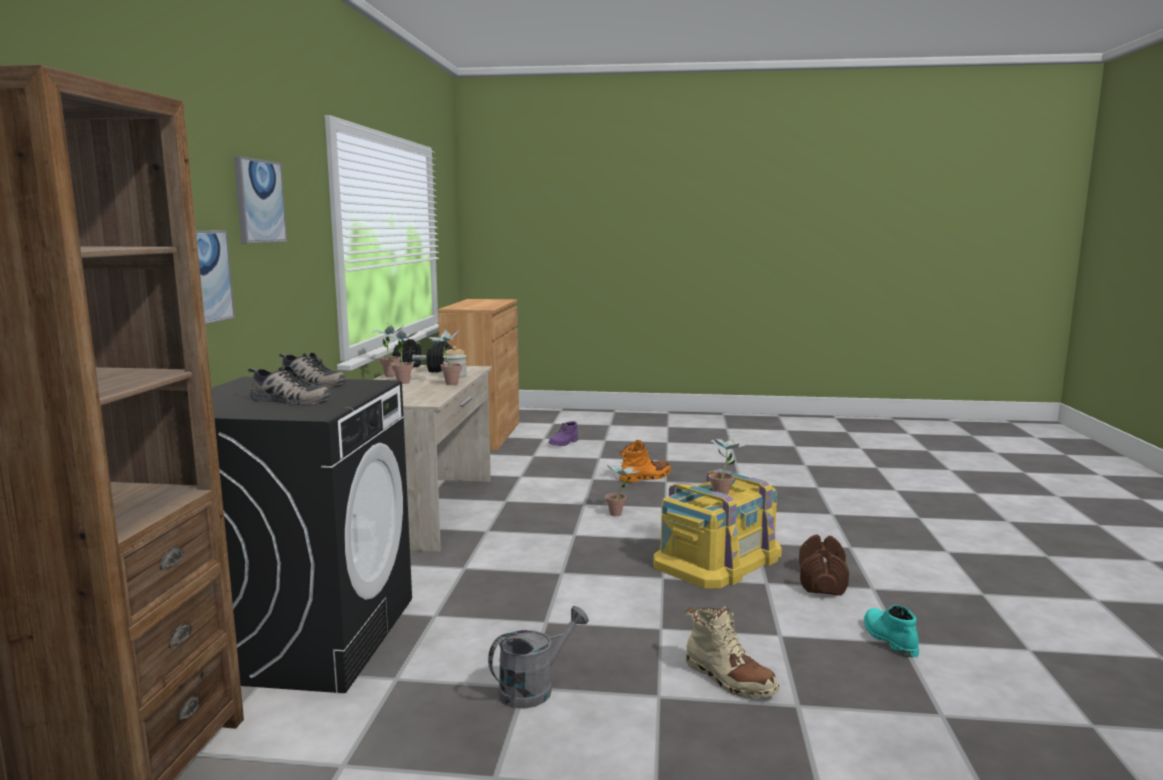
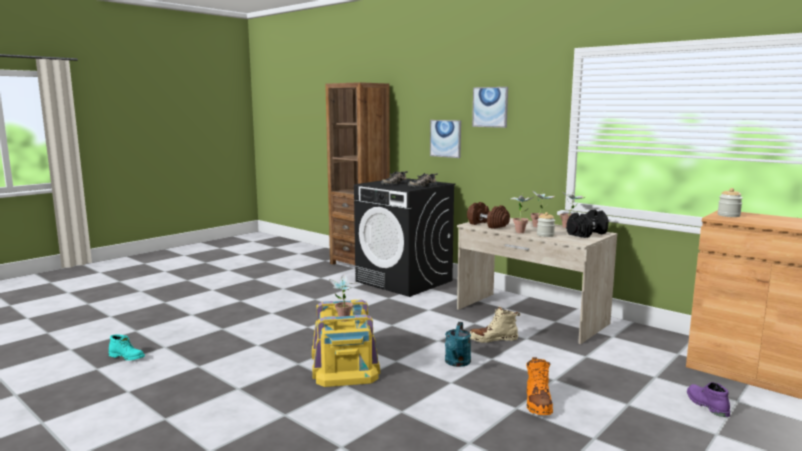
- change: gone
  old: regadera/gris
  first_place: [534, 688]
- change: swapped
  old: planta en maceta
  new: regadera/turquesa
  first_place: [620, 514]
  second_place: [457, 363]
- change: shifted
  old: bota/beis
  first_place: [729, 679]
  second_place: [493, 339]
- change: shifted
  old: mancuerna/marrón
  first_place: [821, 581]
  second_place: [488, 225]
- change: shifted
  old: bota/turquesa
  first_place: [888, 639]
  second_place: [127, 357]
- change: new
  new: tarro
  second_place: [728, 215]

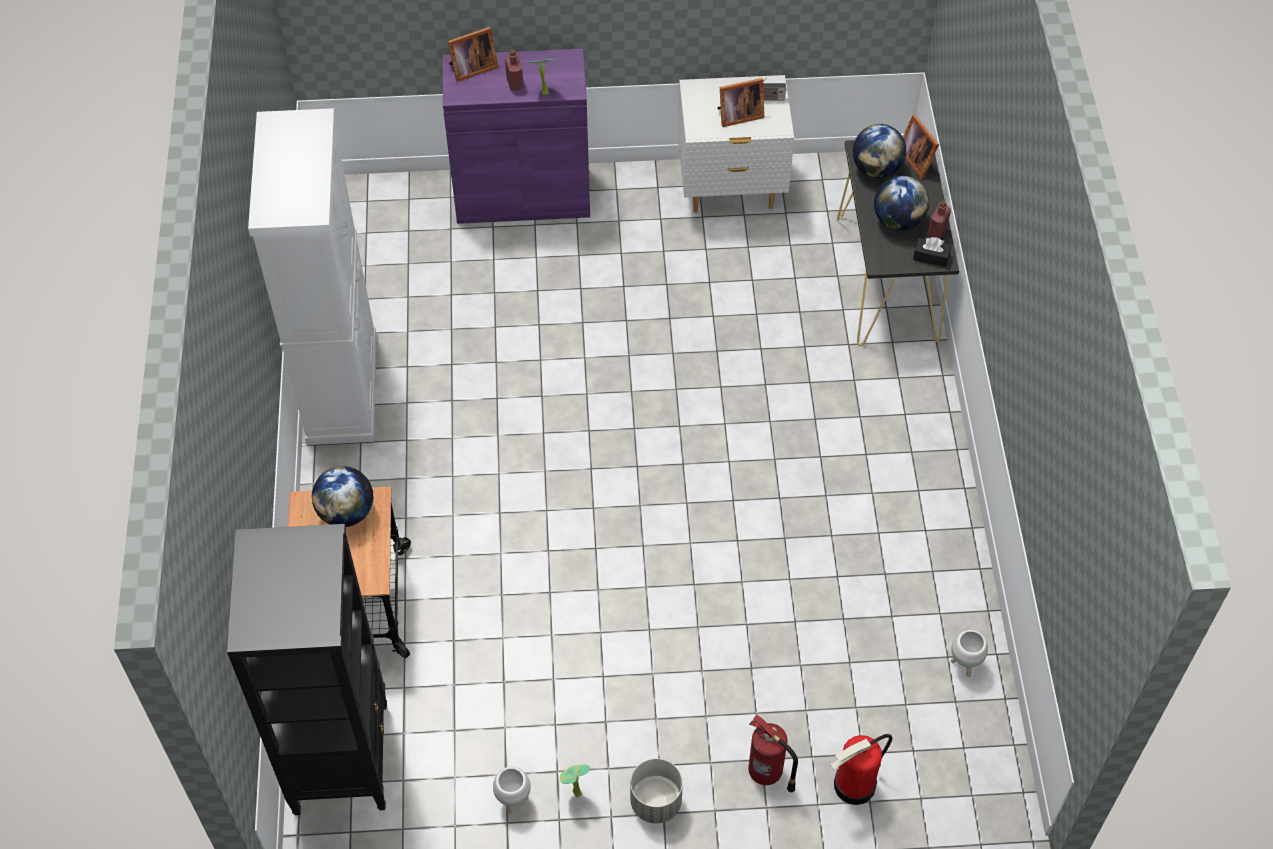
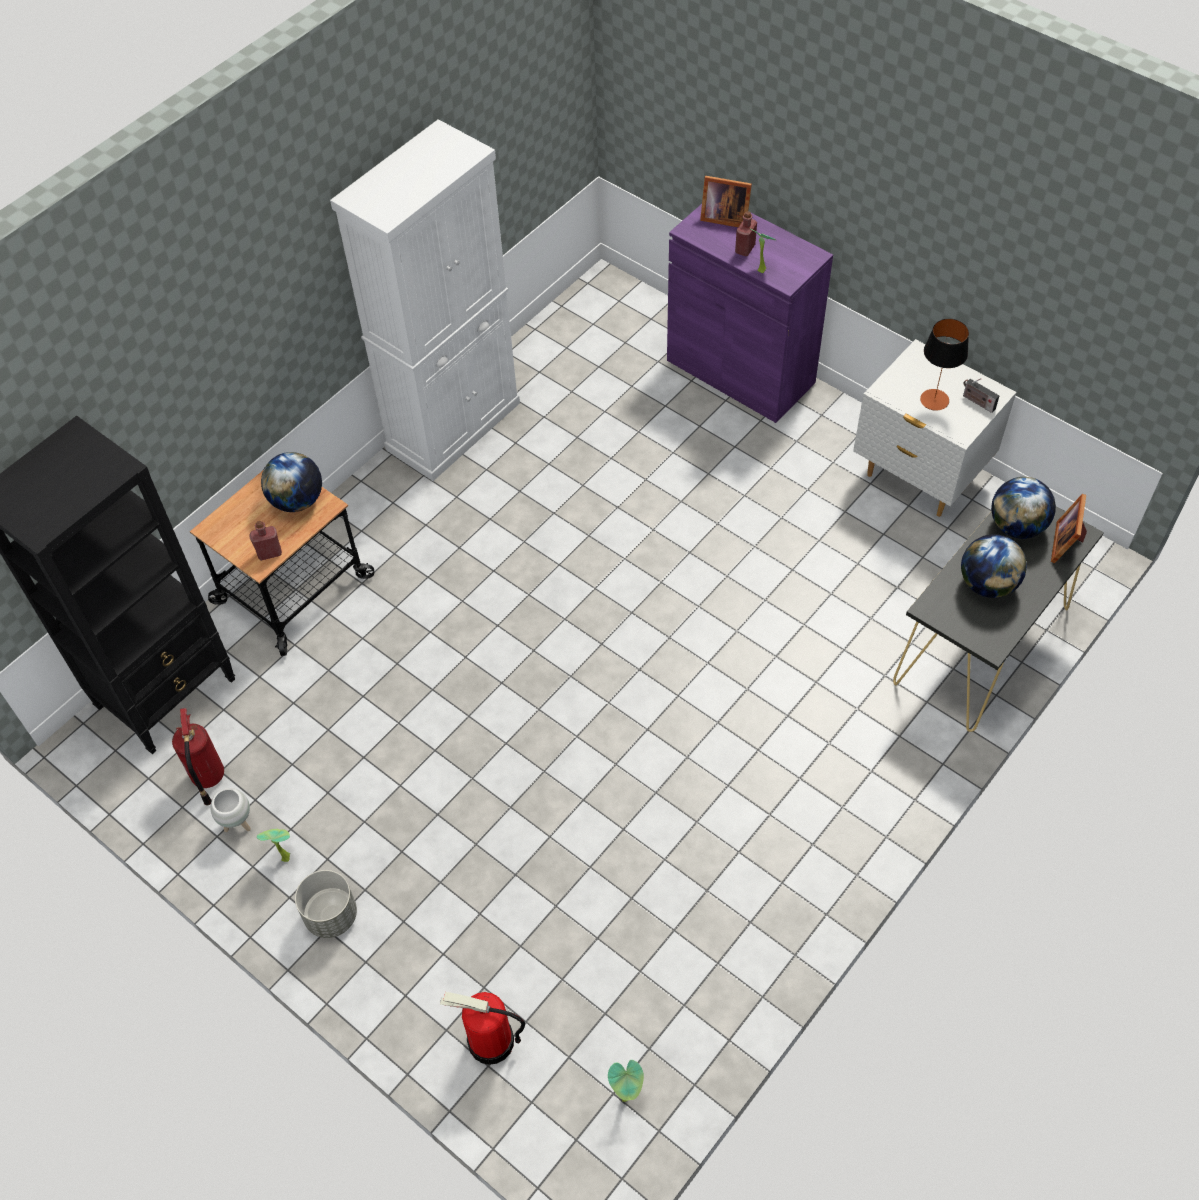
- change: swapped
  old: portarretratos
  new: lámpara de mesa
  first_place: [738, 115]
  second_place: [934, 400]
- change: shifted
  old: extintor
  first_place: [767, 773]
  second_place: [208, 778]
- change: gone
  old: caja de pañuelos/negro
  first_place: [931, 257]
- change: shifted
  old: botella/rojo
  first_place: [936, 232]
  second_place: [269, 553]
- change: gone
  old: maceta/blanco
  first_place: [964, 664]
- change: new
  new: planta en maceta
  second_place: [627, 1096]

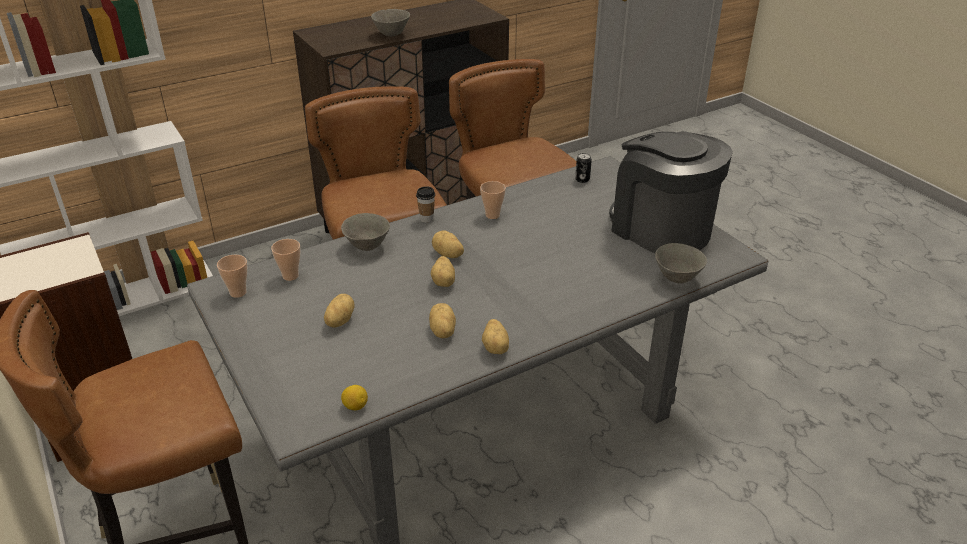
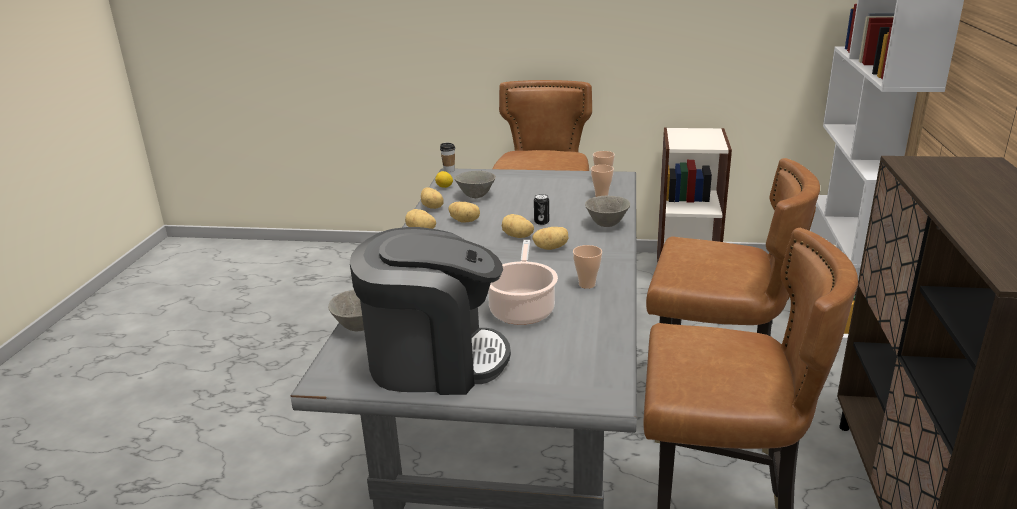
- change: shifted
  old: patata
  first_place: [339, 321]
  second_place: [432, 207]
- change: shifted
  old: cuenco/gris
  first_place: [391, 35]
  second_place: [476, 196]
- change: shifted
  old: taza
  first_place: [426, 219]
  second_place: [449, 170]
- change: shifted
  old: lata
  first_place: [582, 179]
  second_place: [541, 222]
- change: new
  new: olla
  second_place: [522, 309]

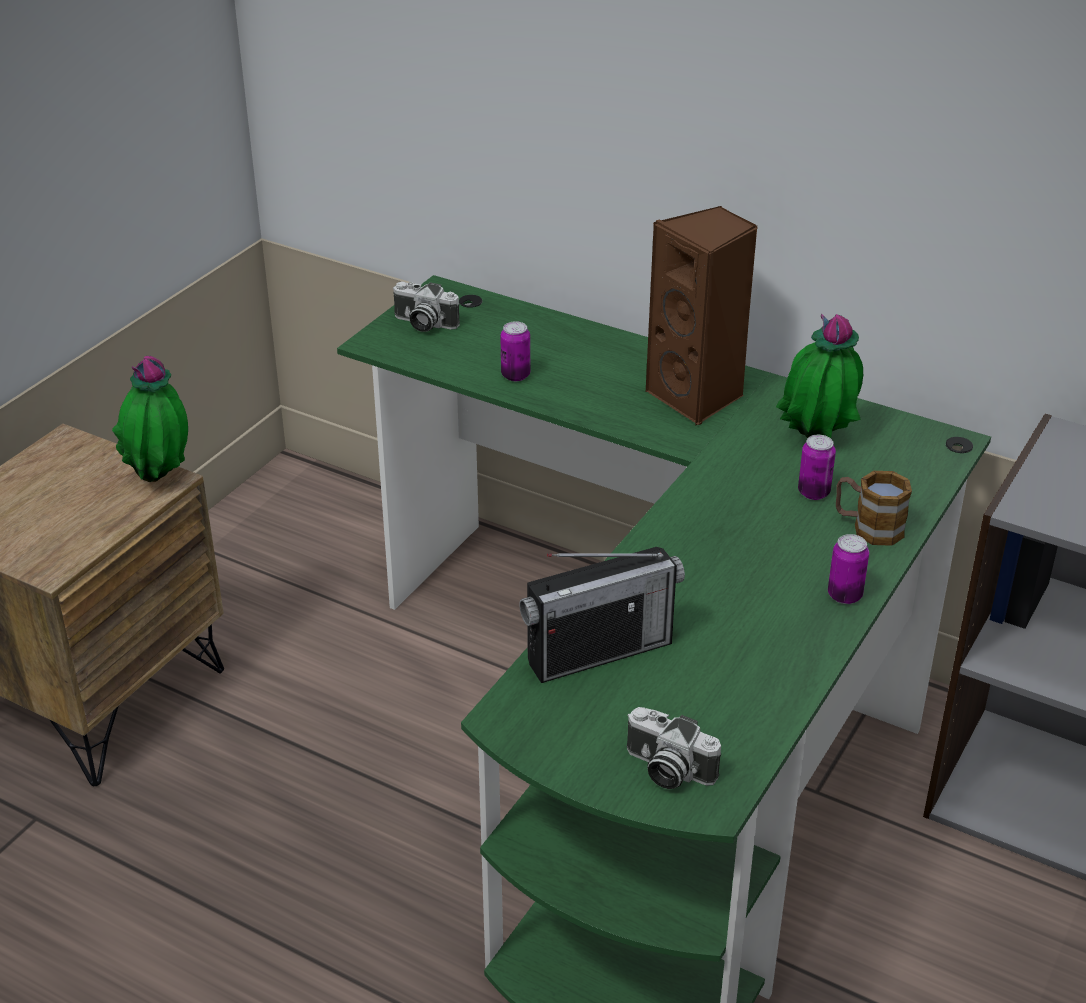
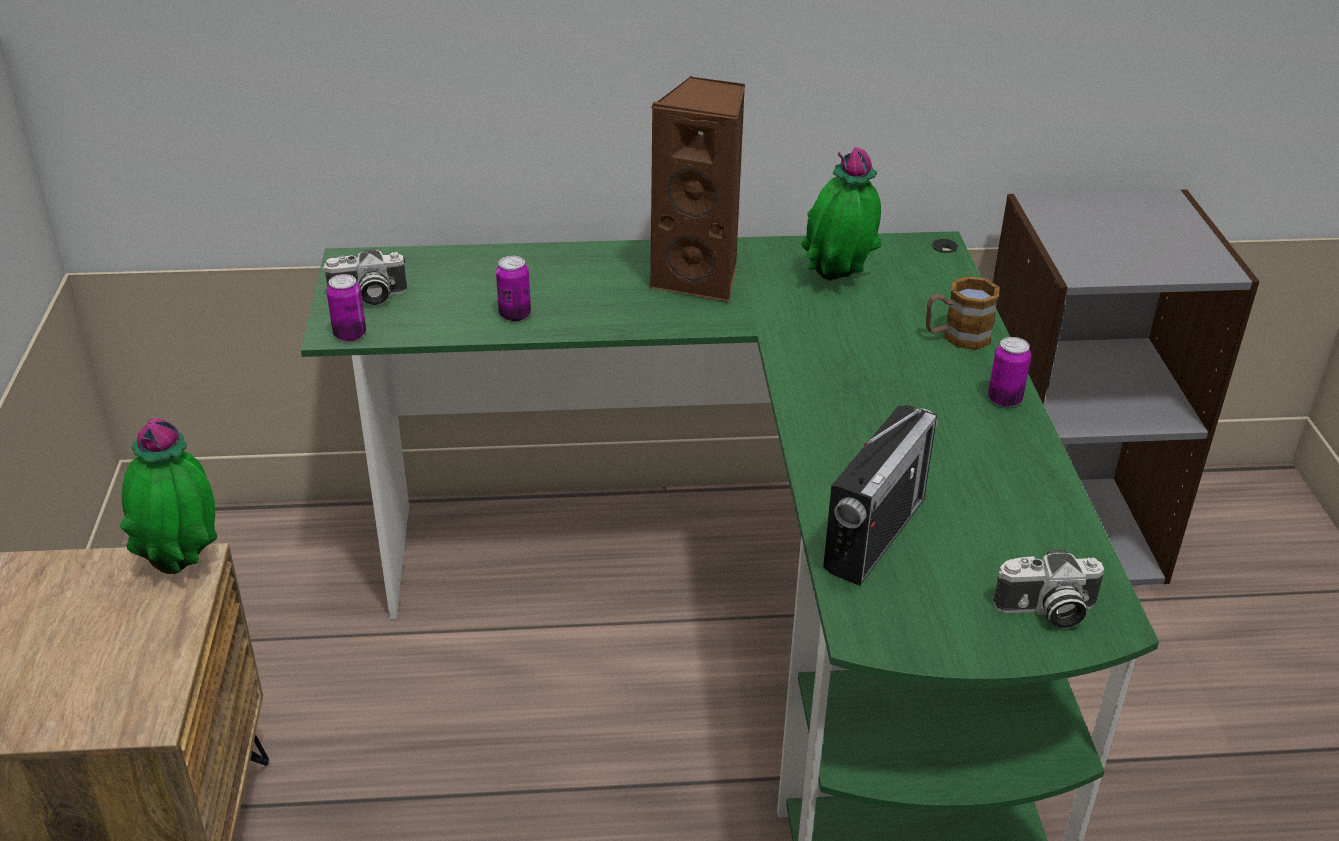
- change: shifted
  old: lata
  first_place: [813, 492]
  second_place: [350, 334]

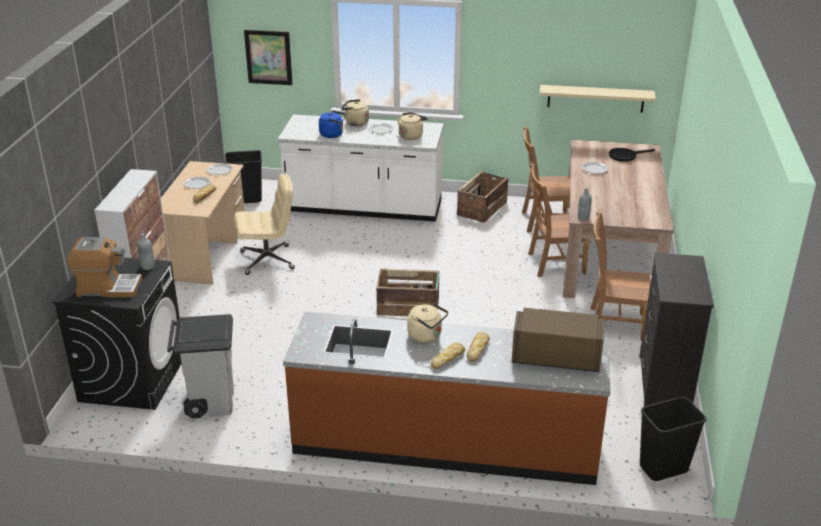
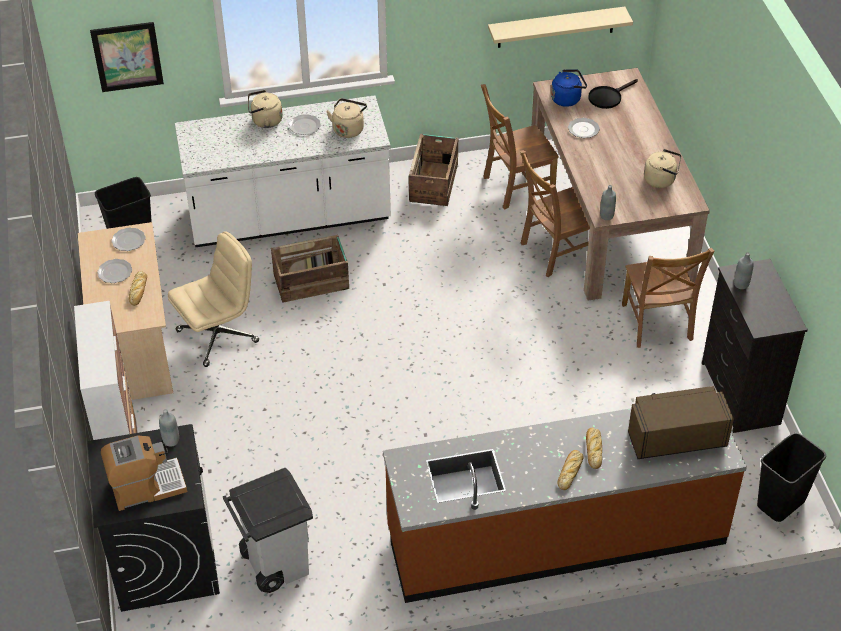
- change: shifted
  old: hervidor/azul
  first_place: [333, 134]
  second_place: [567, 99]
- change: shifted
  old: caja de embalaje
  first_place: [409, 307]
  second_place: [312, 282]
- change: shifted
  old: hervidor/beis
  first_place: [426, 336]
  second_place: [661, 180]
- change: rotated
  old: silla/marrón
  first_place: [613, 323]
  second_place: [657, 324]
  degrees: -90
- change: new
  new: botella/gris
  second_place: [741, 284]

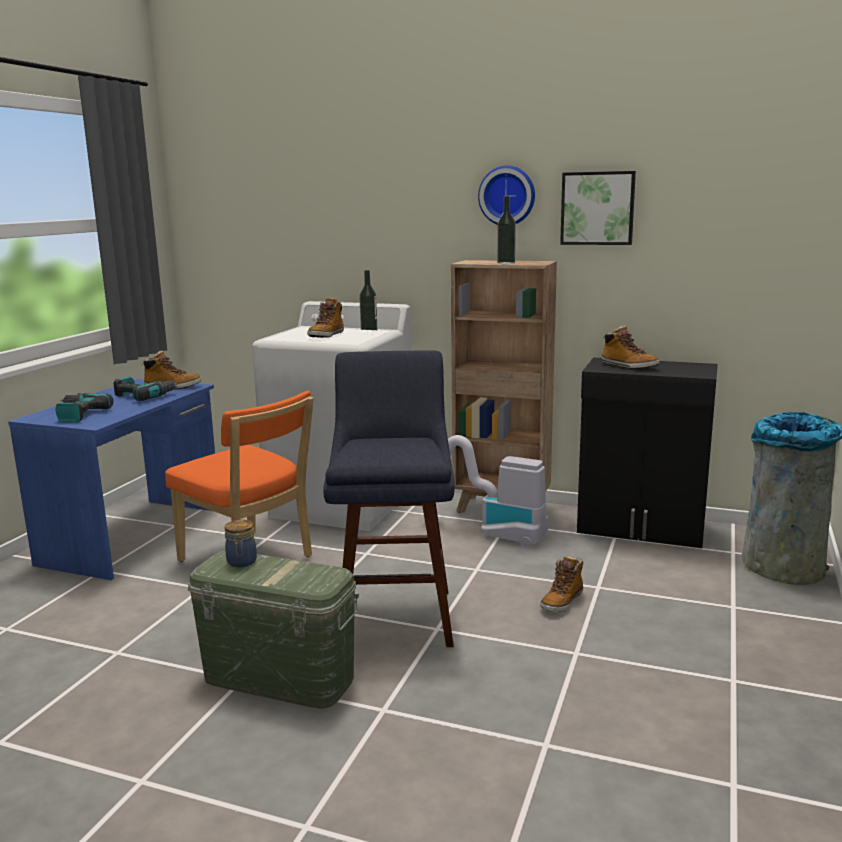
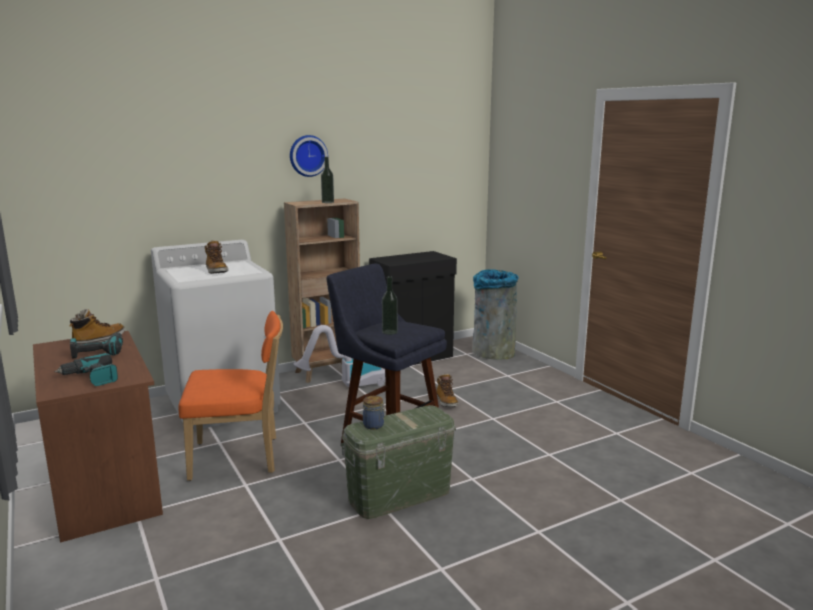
- change: repainted
  old: escritorio/azul
  new: escritorio/marrón
  first_place: [136, 536]
  second_place: [106, 484]
- change: shifted
  old: botella
  first_place: [369, 331]
  second_place: [389, 332]
- change: gone
  old: cuadro
  first_place: [597, 208]
- change: gone
  old: bota
  first_place: [628, 366]

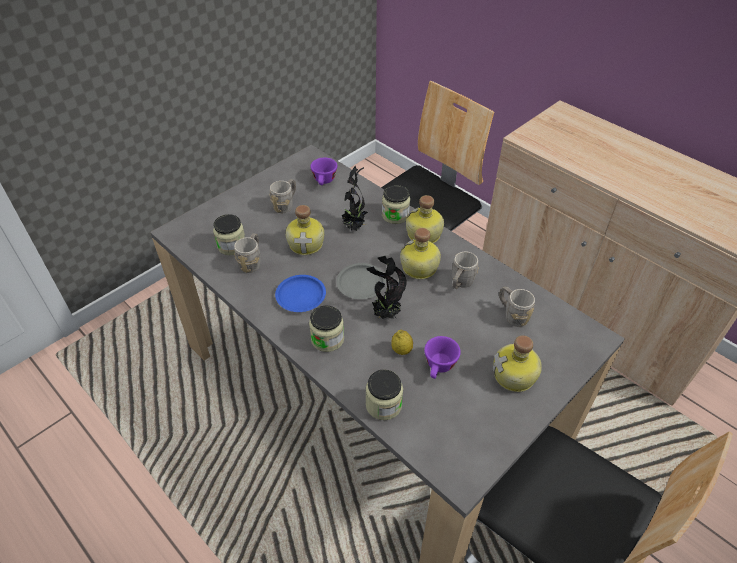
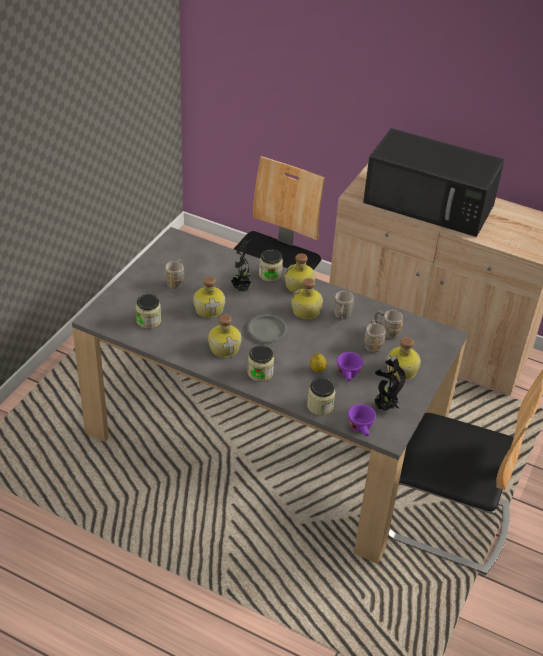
- change: shifted
  old: taza grande/gris
  first_place: [252, 262]
  second_place: [372, 344]
- change: swapped
  old: plato/azul
  new: botella
  first_place: [301, 296]
  second_place: [225, 347]
- change: shifted
  old: taza/morado
  first_place: [324, 181]
  second_place: [361, 429]
- change: shifted
  old: planta en maceta
  first_place: [385, 315]
  second_place: [384, 407]
- change: new
  new: microondas/negro
  second_place: [430, 204]

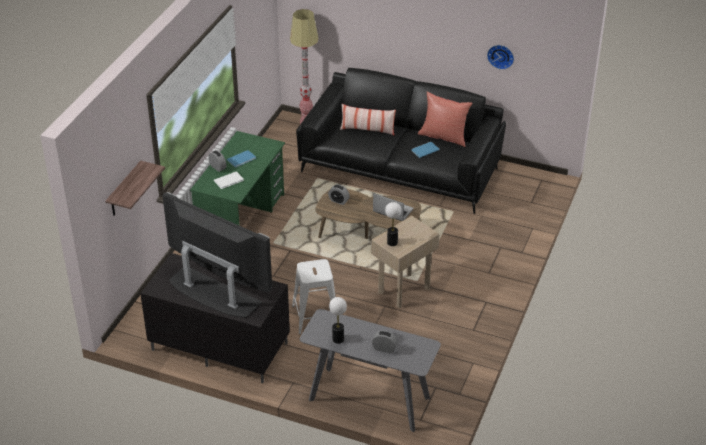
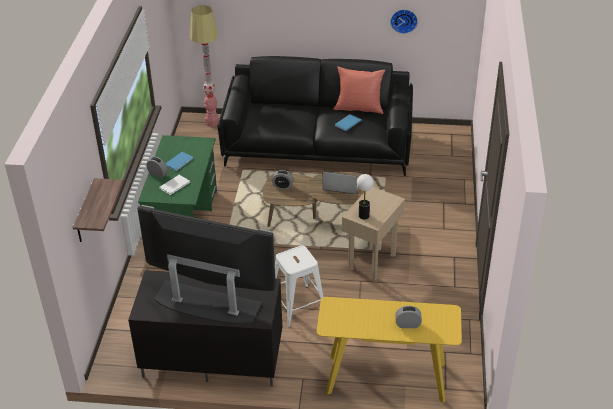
- change: repainted
  old: mesa consola/gris
  new: mesa consola/amarillo
  first_place: [369, 399]
  second_place: [386, 378]
- change: gone
  old: lámpara de mesa
  first_place: [338, 339]
- change: gone
  old: cojín
  first_place: [367, 130]

